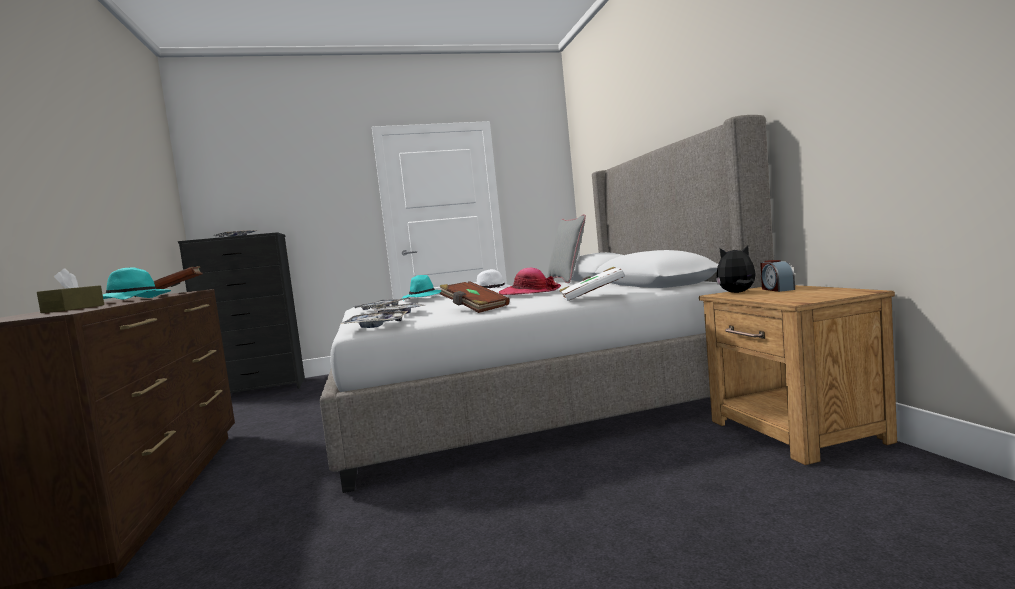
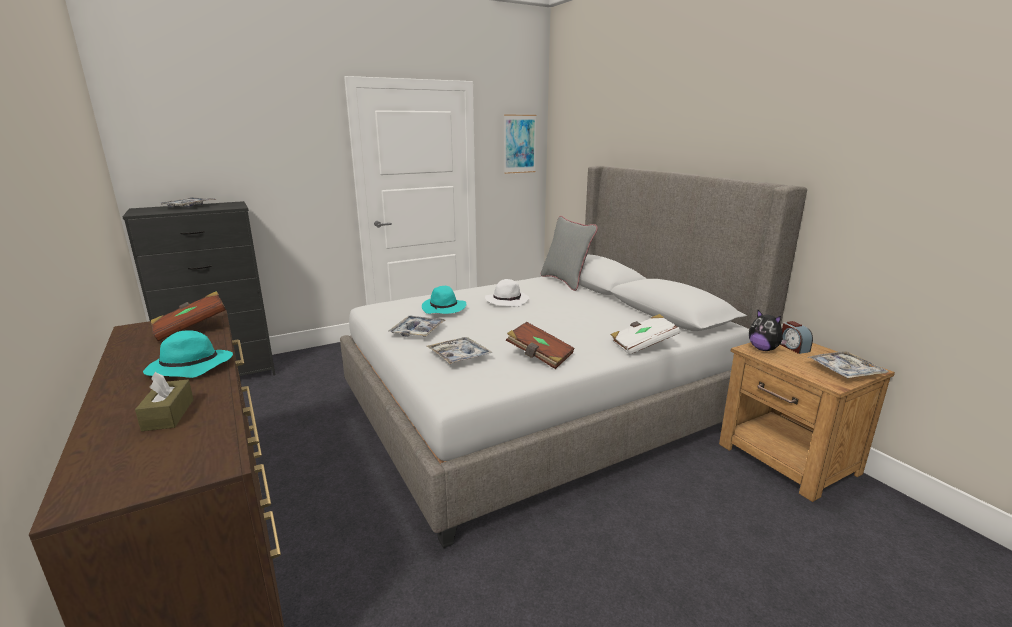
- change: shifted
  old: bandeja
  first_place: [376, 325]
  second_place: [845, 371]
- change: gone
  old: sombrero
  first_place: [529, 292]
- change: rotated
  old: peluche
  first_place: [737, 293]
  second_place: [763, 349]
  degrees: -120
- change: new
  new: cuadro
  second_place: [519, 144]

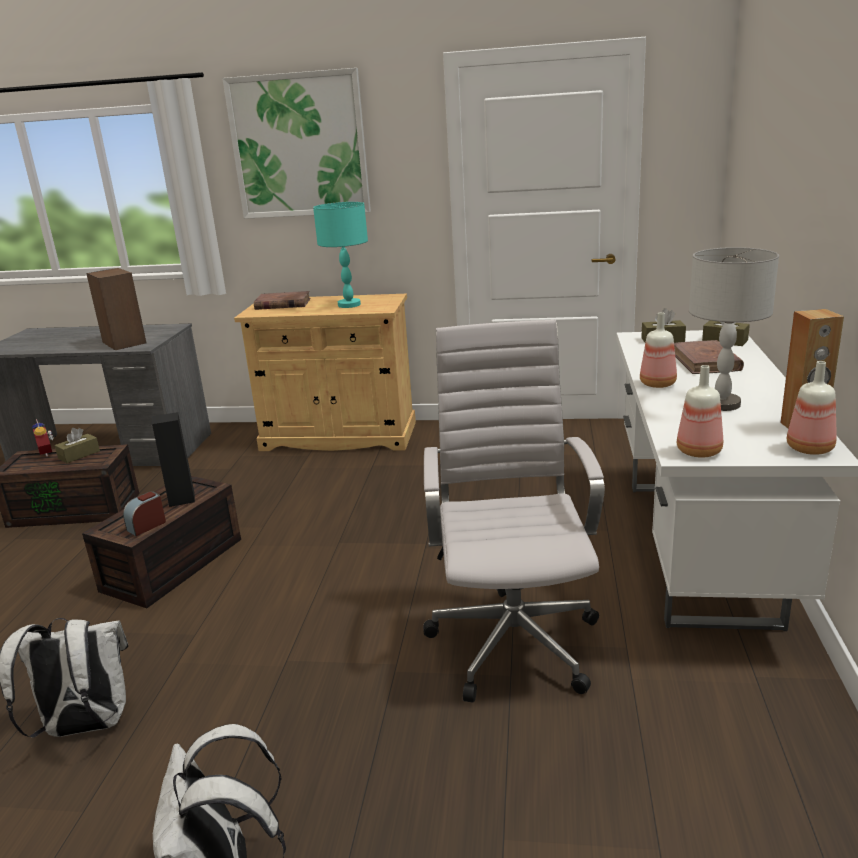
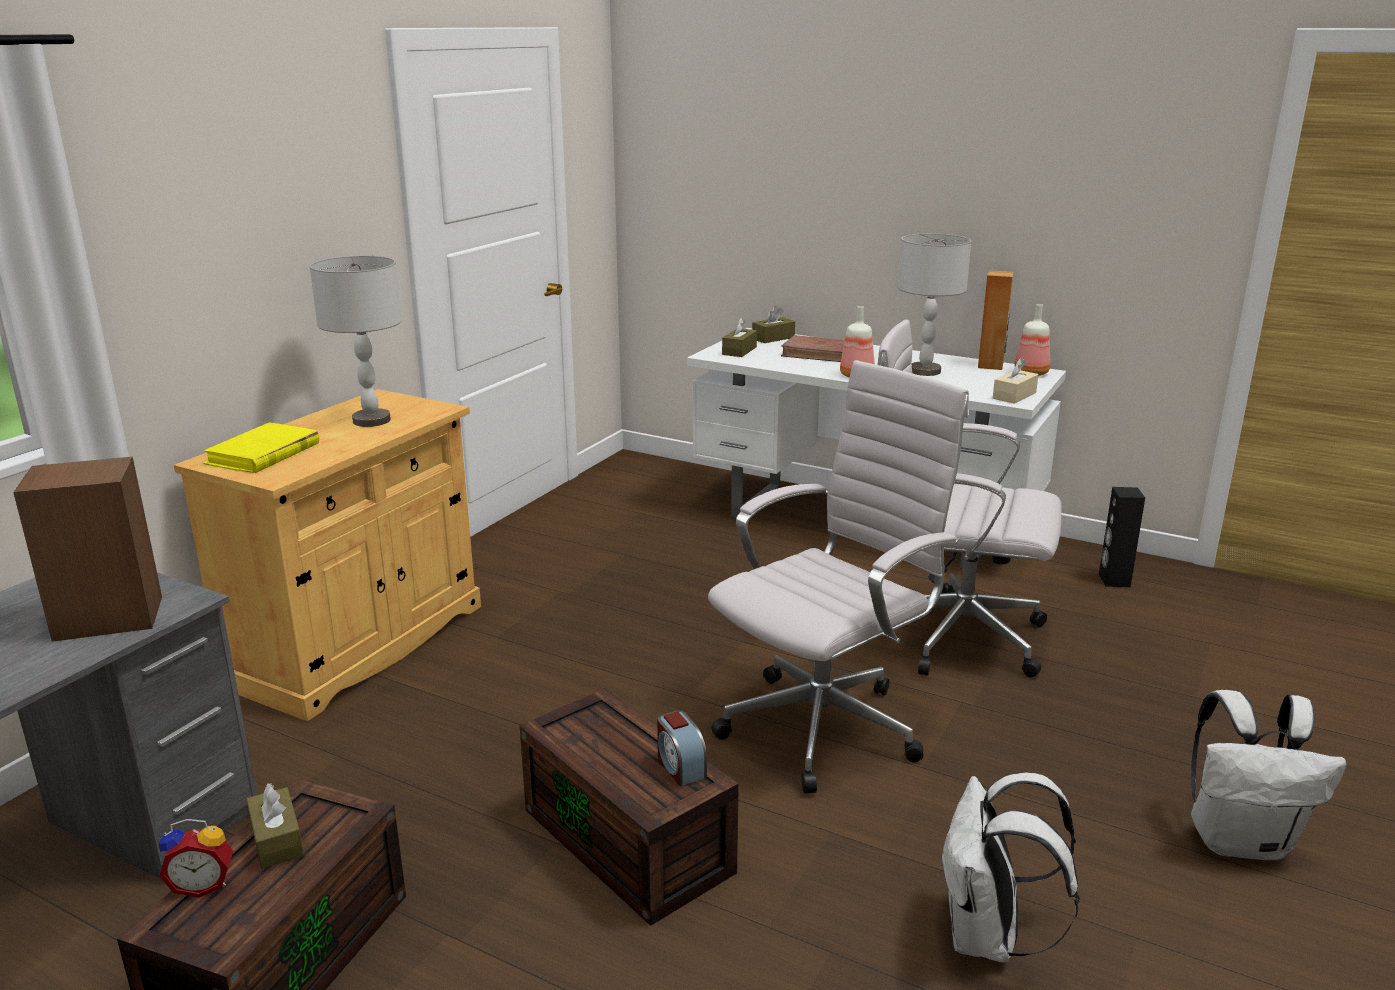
- change: shifted
  old: altavoz/negro
  first_place: [182, 499]
  second_place: [1113, 580]
- change: gone
  old: cuadro
  first_place: [299, 146]
- change: repainted
  old: libro/marrón
  new: libro/amarillo
  first_place: [282, 304]
  second_place: [263, 454]
- change: repainted
  old: lámpara de mesa/turquesa
  new: lámpara de mesa/gris
  first_place: [349, 305]
  second_place: [371, 420]
- change: swapped
  old: botella
  new: caja de pañuelos/beis
  first_place: [700, 451]
  second_place: [1014, 395]
- change: new
  new: silla de oficina/blanco
  second_place: [827, 725]

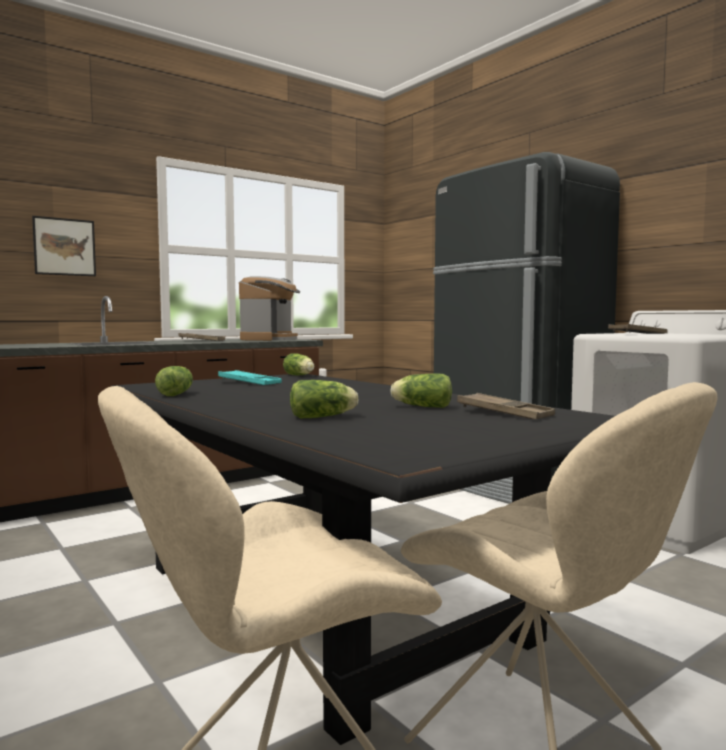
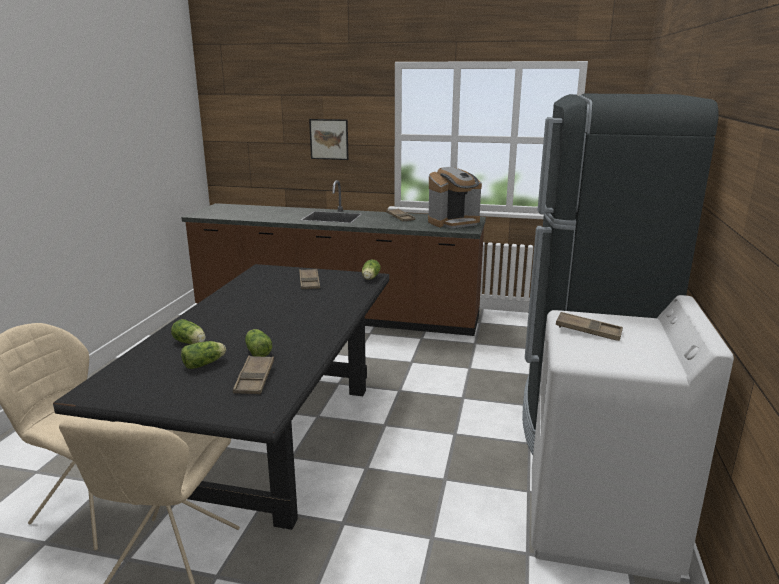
- change: shifted
  old: lechuga
  first_place: [177, 394]
  second_place: [205, 363]
- change: repainted
  old: bandeja/turquesa
  new: bandeja/marrón
  first_place: [249, 383]
  second_place: [309, 282]

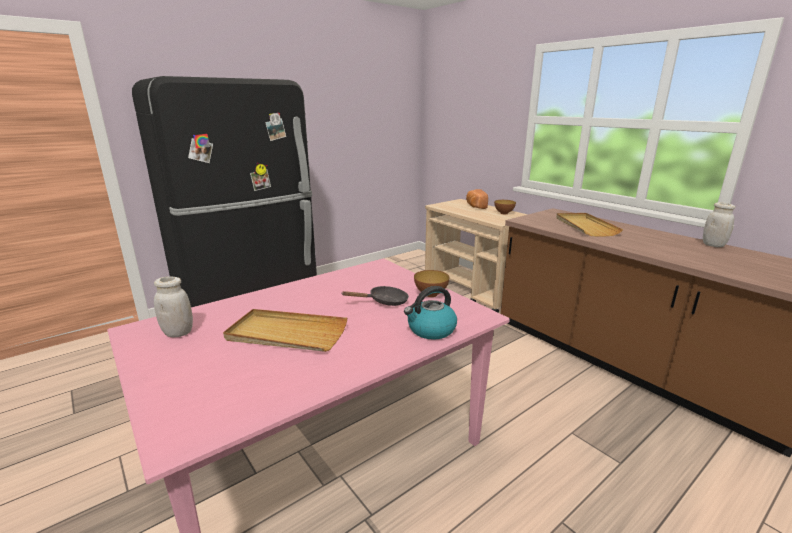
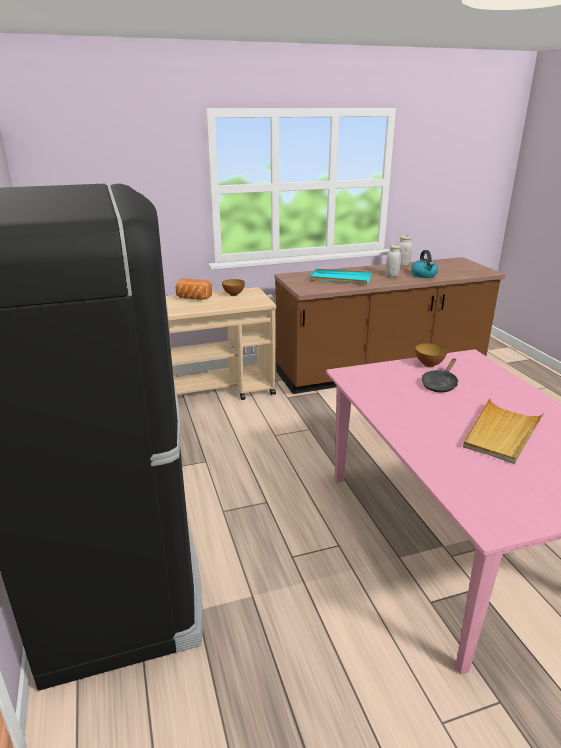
- change: shifted
  old: tarro/blanco
  first_place: [178, 333]
  second_place: [392, 275]
- change: rotated
  old: sartén/negro
  first_place: [384, 301]
  second_place: [440, 384]
  degrees: -150
- change: shifted
  old: hervidor
  first_place: [431, 330]
  second_place: [424, 275]
- change: repainted
  old: bandeja/beis
  new: bandeja/turquesa
  first_place: [585, 226]
  second_place: [340, 279]

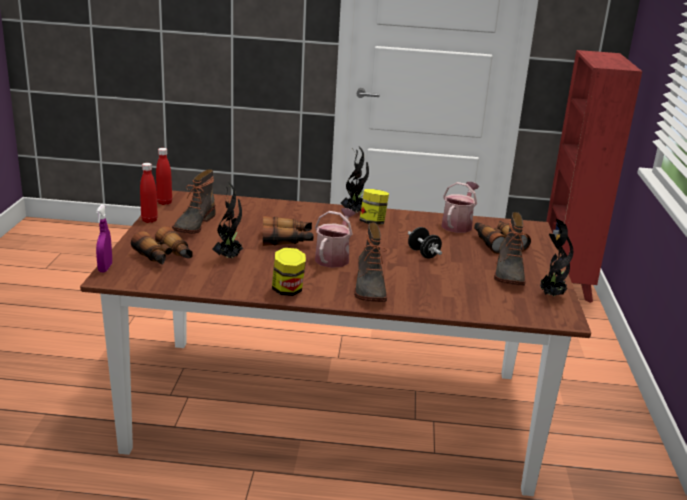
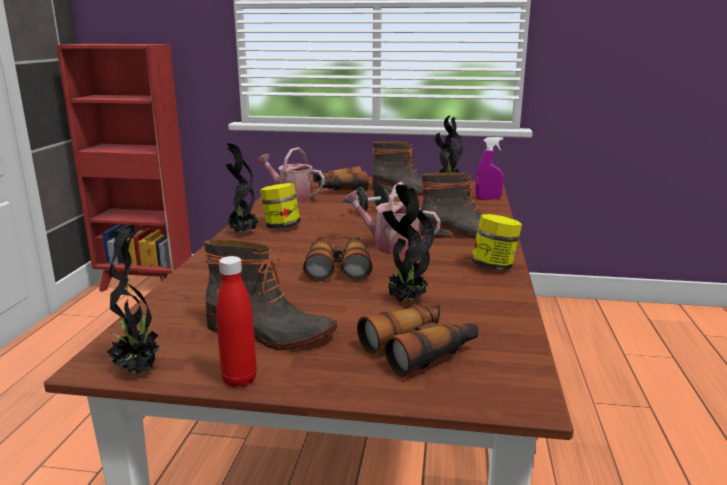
- change: shifted
  old: pulverizador/morado
  first_place: [105, 268]
  second_place: [488, 199]
- change: swapped
  old: botella/rojo
  new: planta en maceta
  first_place: [164, 202]
  second_place: [139, 370]

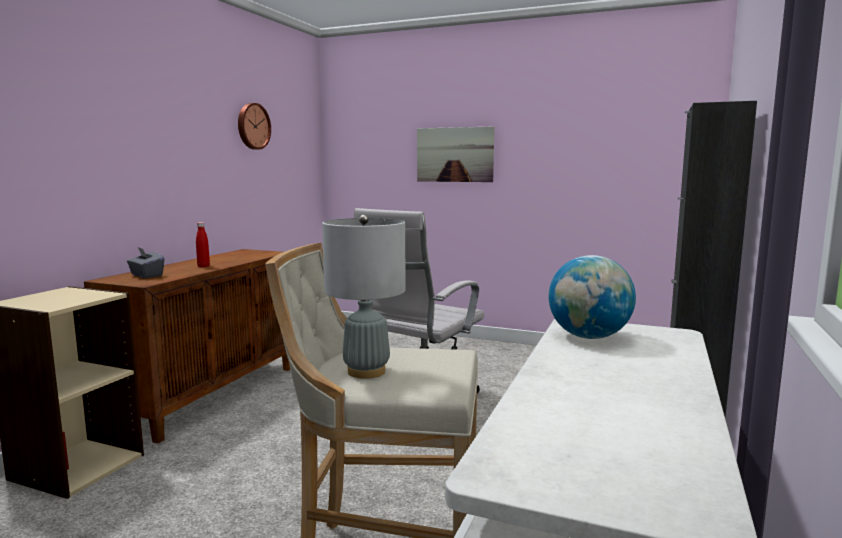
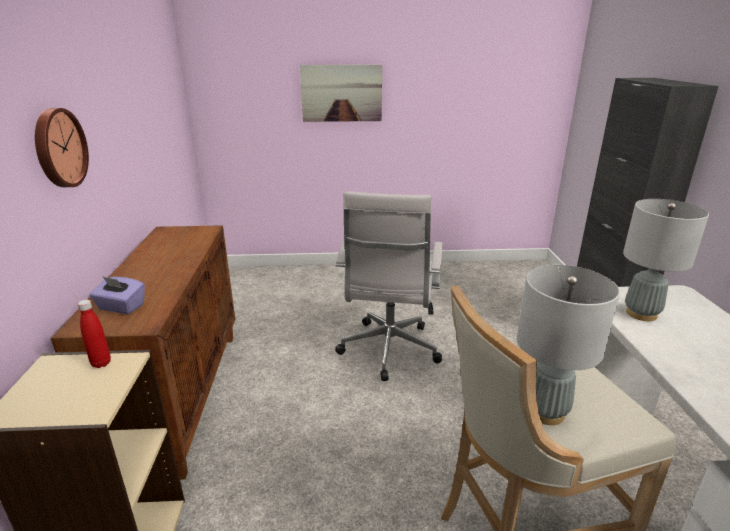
- change: repainted
  old: caja de pañuelos/gris
  new: caja de pañuelos/morado
  first_place: [146, 275]
  second_place: [121, 307]
- change: shifted
  old: botella/rojo
  first_place: [203, 266]
  second_place: [101, 363]
- change: shifted
  old: reloj de pared
  first_place: [252, 126]
  second_place: [58, 148]
- change: swapped
  old: globo terráqueo
  new: lámpara de mesa/gris
  first_place: [589, 337]
  second_place: [641, 314]

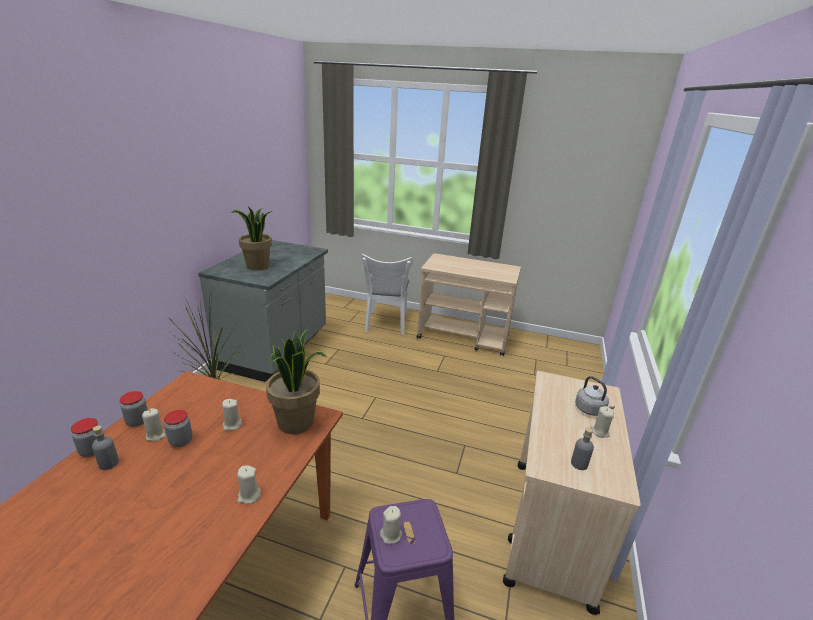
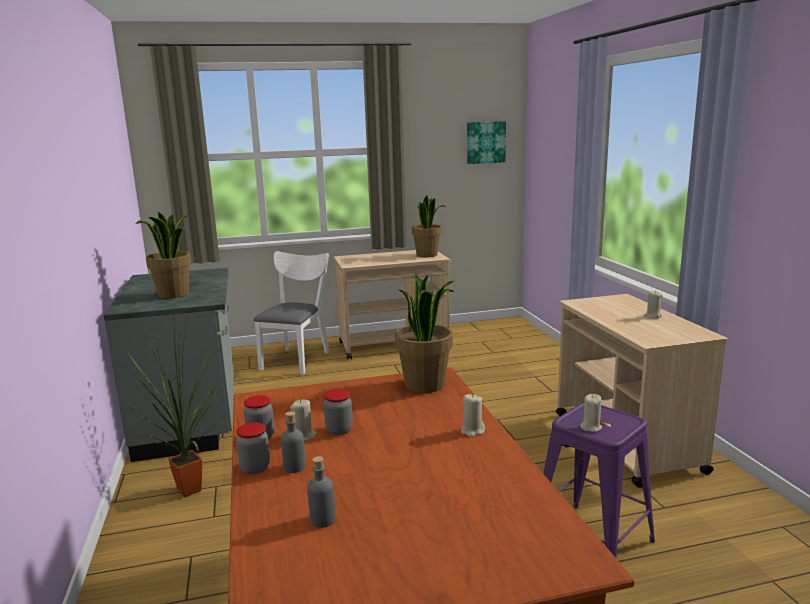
- change: gone
  old: vela/beis
  first_place: [232, 425]
- change: rotated
  old: silla/blanco
  first_place: [386, 324]
  second_place: [297, 358]
  degrees: -135
- change: shifted
  old: botella/gris
  first_place: [579, 464]
  second_place: [322, 520]
- change: gone
  old: hervidor/gris
  first_place: [591, 410]
- change: new
  new: planta en maceta
  second_place: [427, 255]
- change: new
  new: cuadro
  second_place: [485, 142]

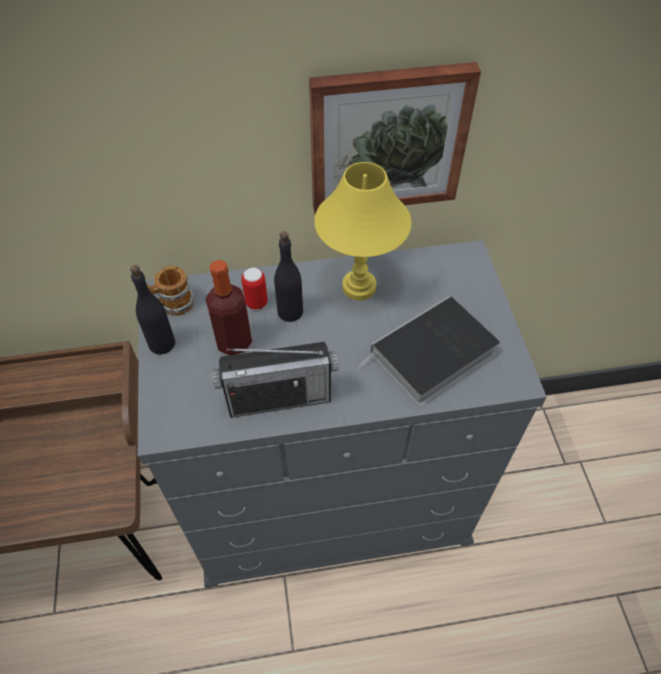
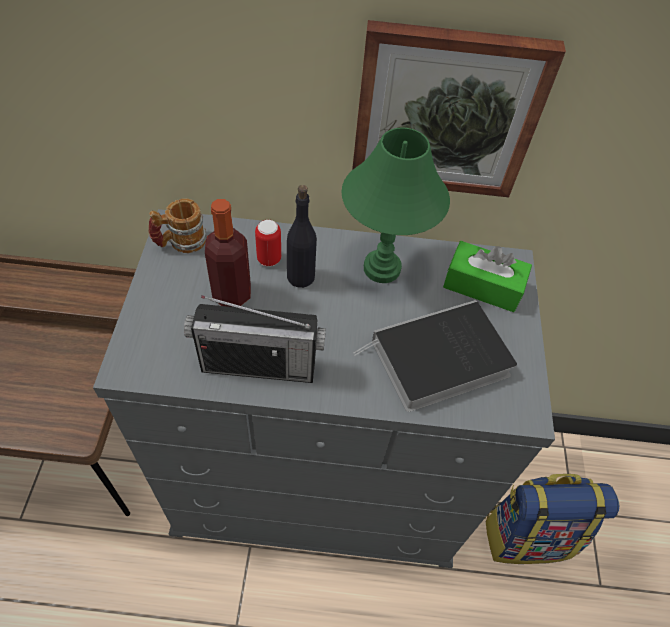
- change: gone
  old: botella/negro
  first_place: [161, 343]
- change: repainted
  old: lámpara de mesa/amarillo
  new: lámpara de mesa/verde
  first_place: [358, 287]
  second_place: [381, 268]
- change: new
  new: caja de pañuelos/verde
  second_place: [482, 286]
- change: new
  new: mochila
  second_place: [527, 534]

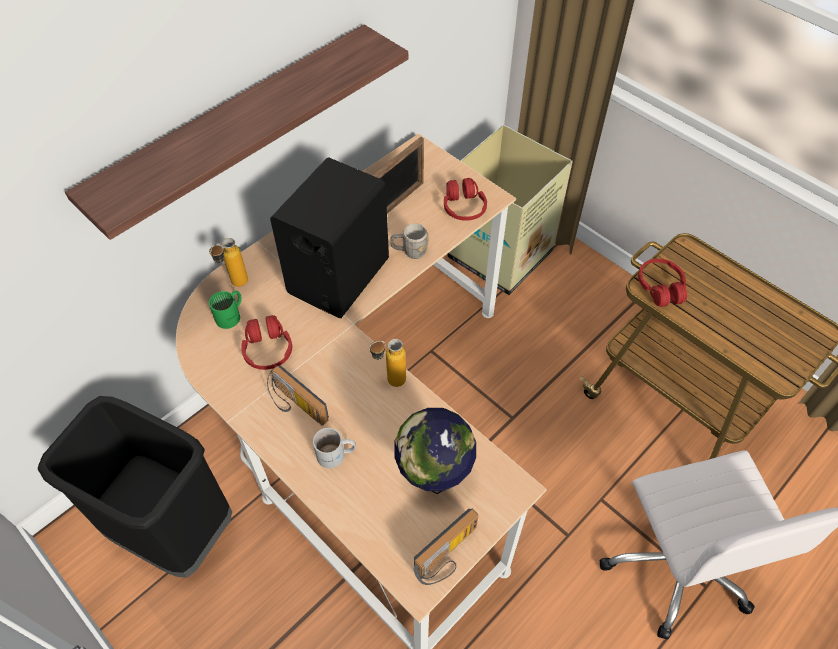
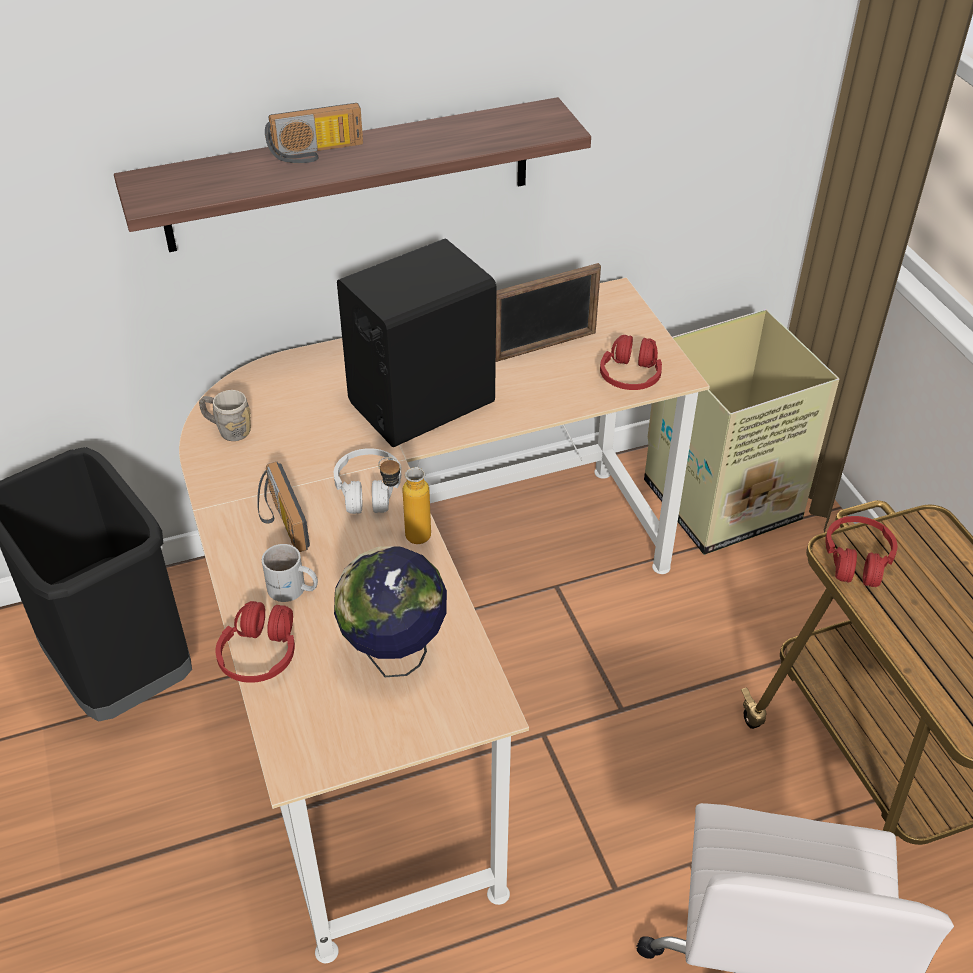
- change: gone
  old: botella
  first_place: [235, 285]
- change: gone
  old: taza grande/verde
  first_place: [231, 315]
- change: shifted
  old: auriculares/rojo
  first_place: [268, 349]
  second_place: [260, 654]
- change: shifted
  old: taza grande/gris
  first_place: [409, 251]
  second_place: [228, 430]
- change: shifted
  old: radio
  first_place: [448, 556]
  second_place: [316, 153]
- change: new
  new: auriculares/blanco
  second_place: [368, 490]

